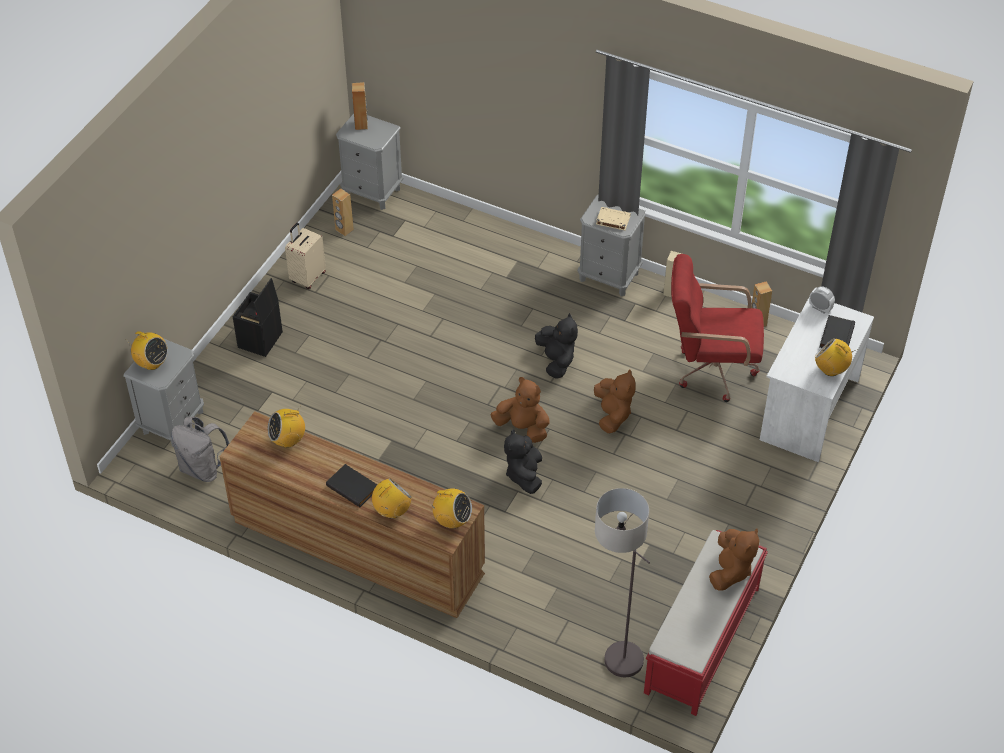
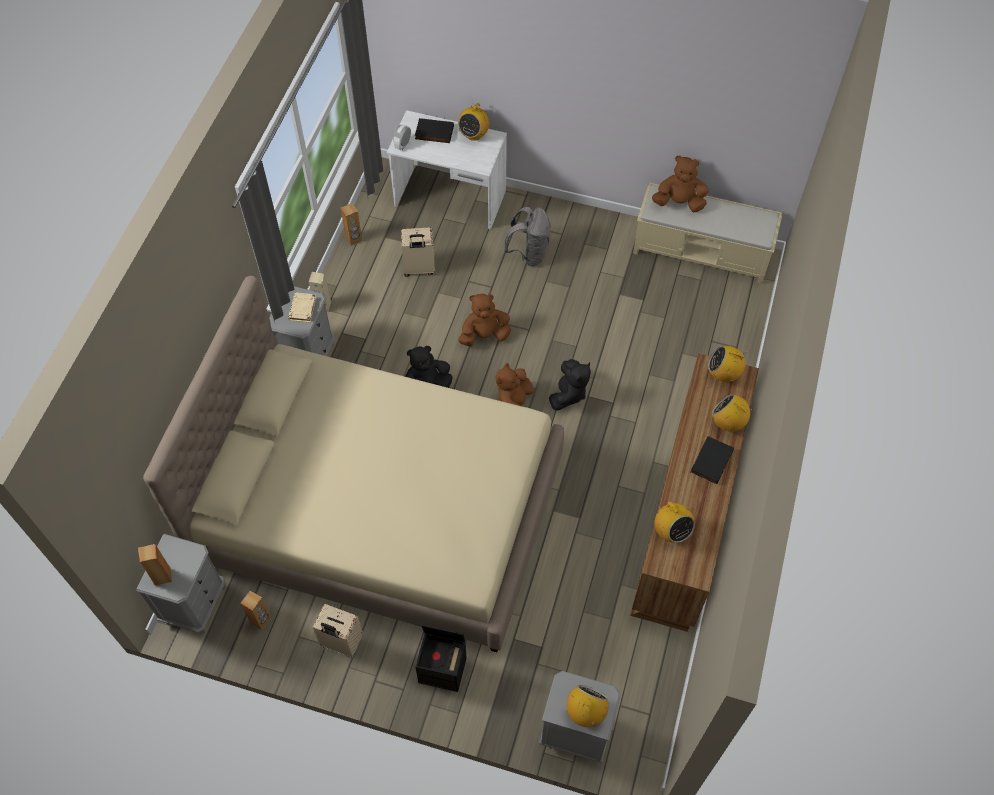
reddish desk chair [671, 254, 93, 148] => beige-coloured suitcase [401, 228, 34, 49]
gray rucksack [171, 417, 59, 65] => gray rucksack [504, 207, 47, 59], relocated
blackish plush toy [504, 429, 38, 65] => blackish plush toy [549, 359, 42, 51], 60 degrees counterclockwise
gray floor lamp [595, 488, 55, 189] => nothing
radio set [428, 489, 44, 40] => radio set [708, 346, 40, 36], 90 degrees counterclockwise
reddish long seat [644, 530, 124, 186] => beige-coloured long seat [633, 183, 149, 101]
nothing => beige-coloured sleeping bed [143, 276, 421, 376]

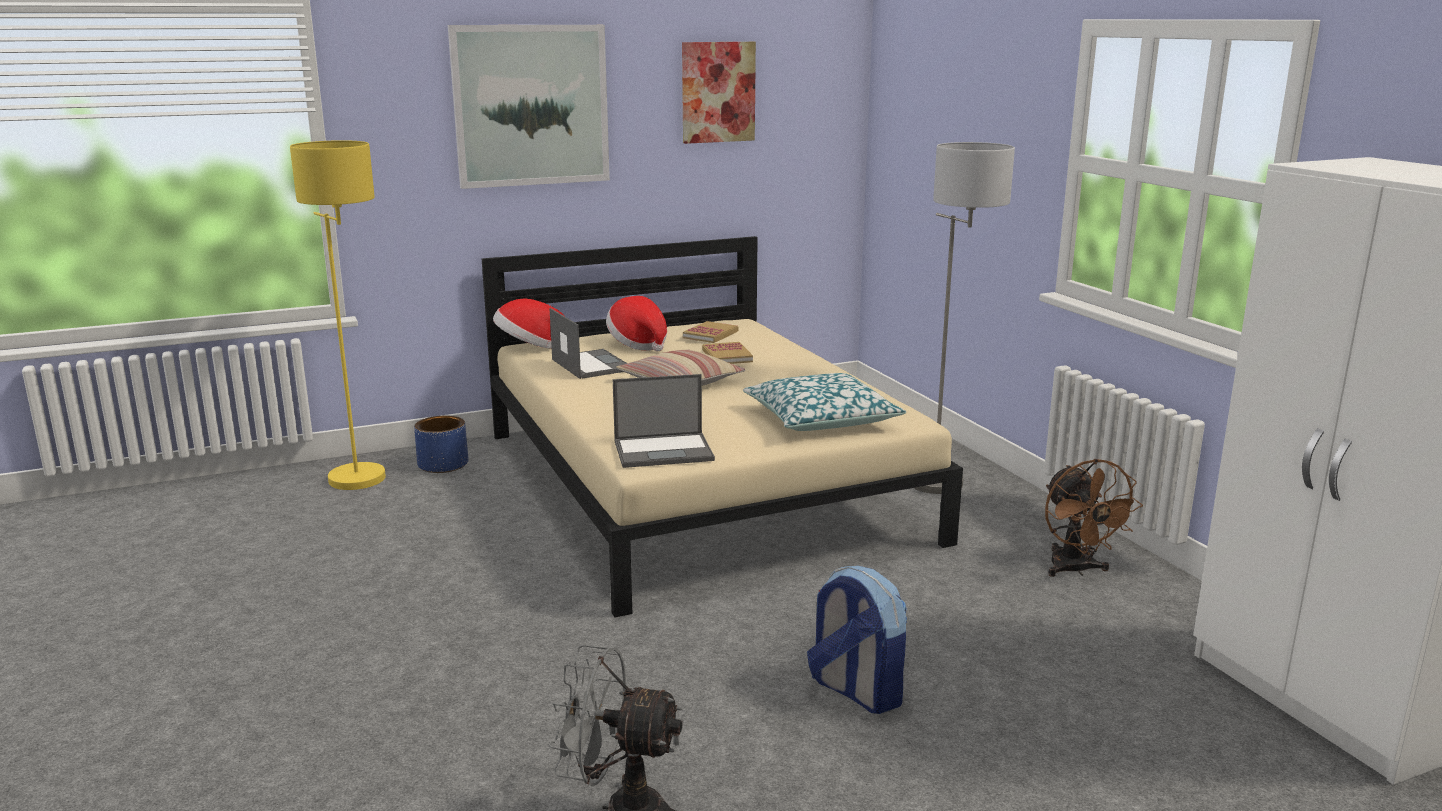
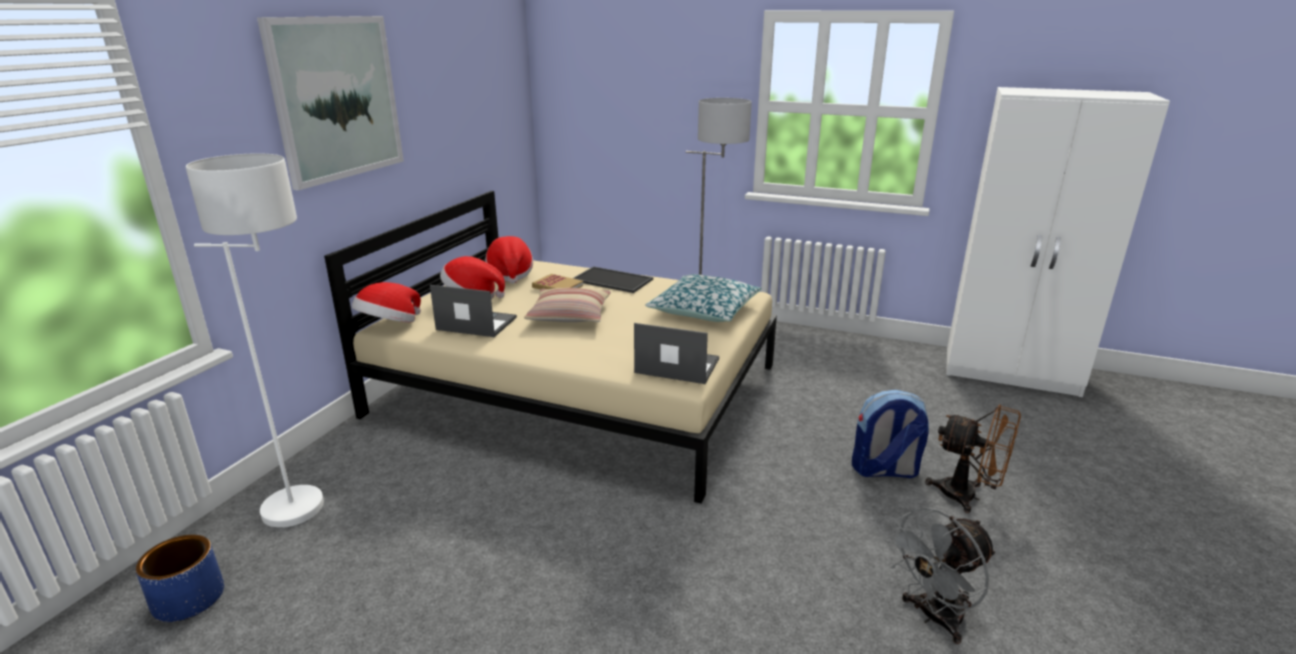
wall picture [682, 42, 74, 102] => nothing
yellow floor lamp [290, 140, 96, 350] => white-coloured floor lamp [186, 153, 138, 374]
book [683, 321, 55, 22] => clothing hat [485, 236, 48, 48]
notebook computer [613, 374, 102, 94] => notebook computer [634, 323, 85, 61], 105 degrees counterclockwise
blue-coloured plant pot [414, 416, 54, 57] => blue-coloured plant pot [135, 534, 89, 88], relocated
brownish cooling fan [1045, 459, 98, 118] => brownish cooling fan [925, 404, 96, 109], relocated
nothing => serving tray [573, 267, 80, 26]

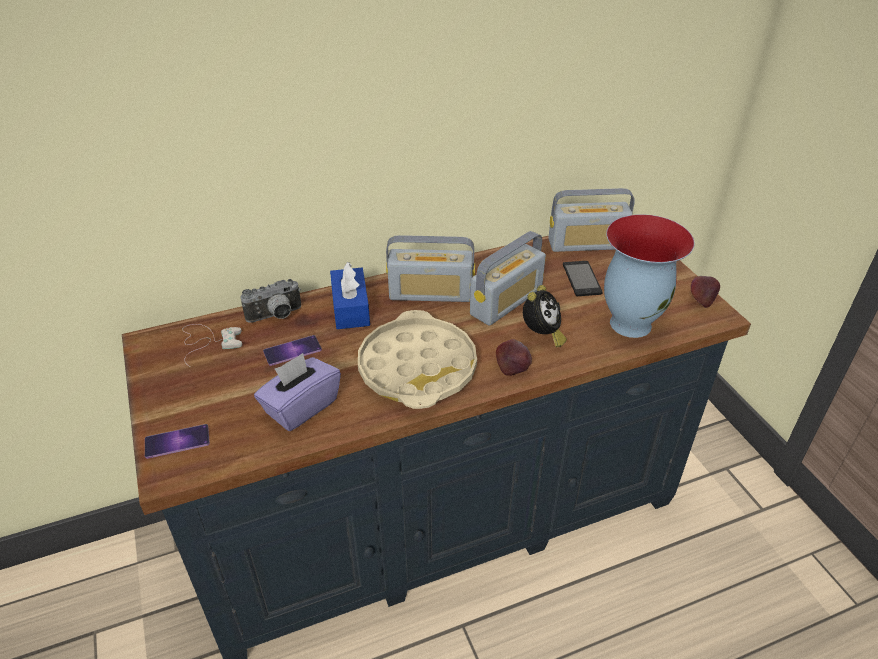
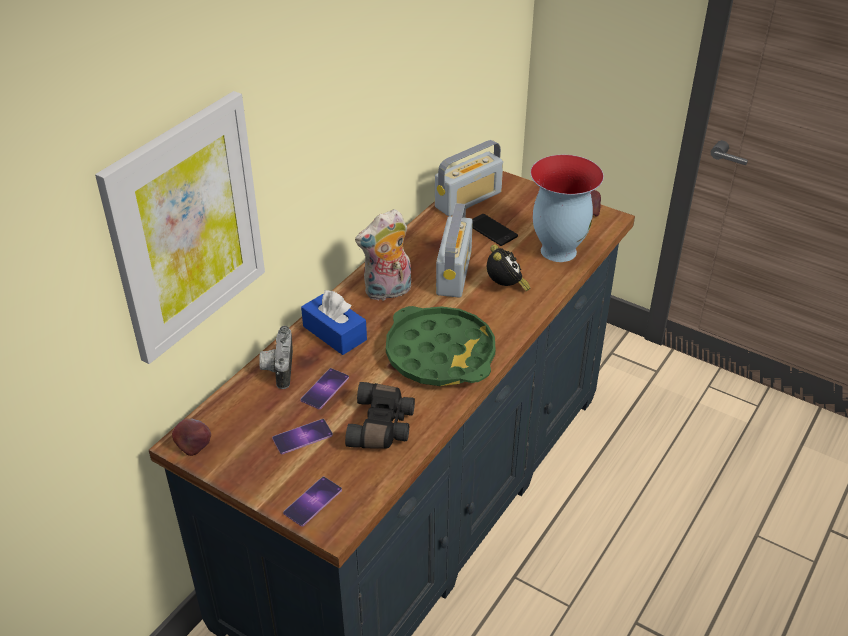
radio set [386, 235, 89, 67] => plush toy [355, 209, 56, 92]
still camera [240, 279, 61, 44] => still camera [259, 326, 34, 63], 150 degrees clockwise
beige-coloured serving tray [358, 310, 119, 99] => green-coloured serving tray [386, 306, 109, 80]
white-coloured gamepad [182, 324, 60, 42] => nothing
apple fruit [496, 339, 36, 37] => apple fruit [172, 419, 39, 37], relocated
purple-coloured tissue box [254, 353, 87, 78] => blackish binoculars [345, 382, 70, 67]
nothing => wall picture [95, 91, 170, 273]
nothing => telephone [272, 419, 61, 35]

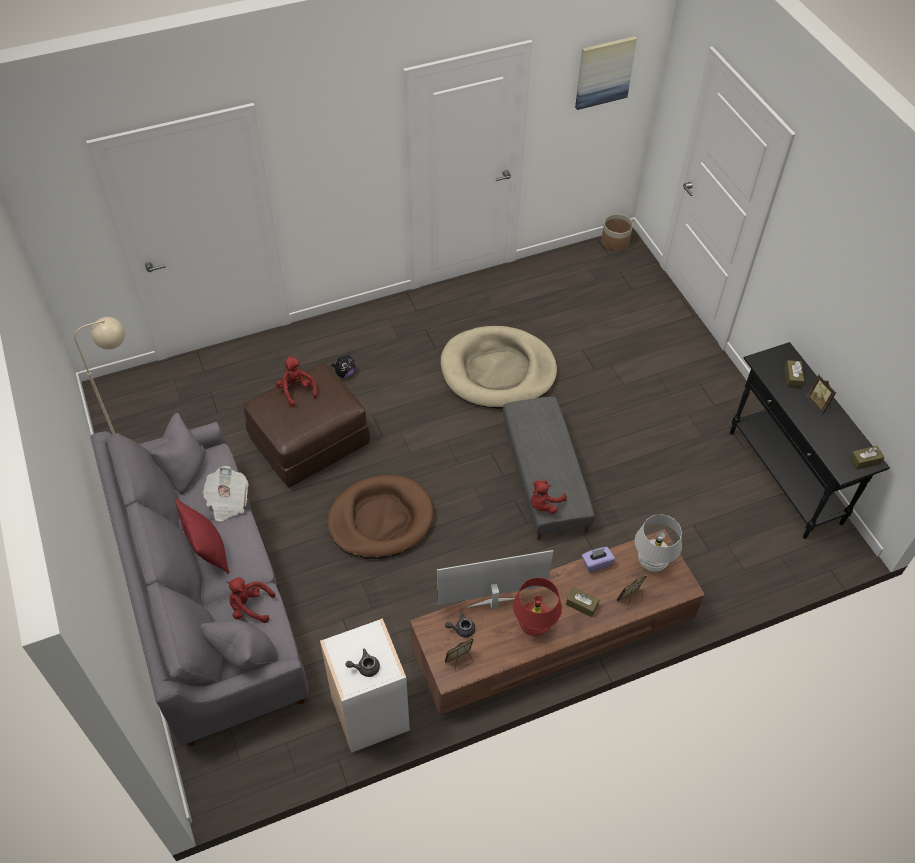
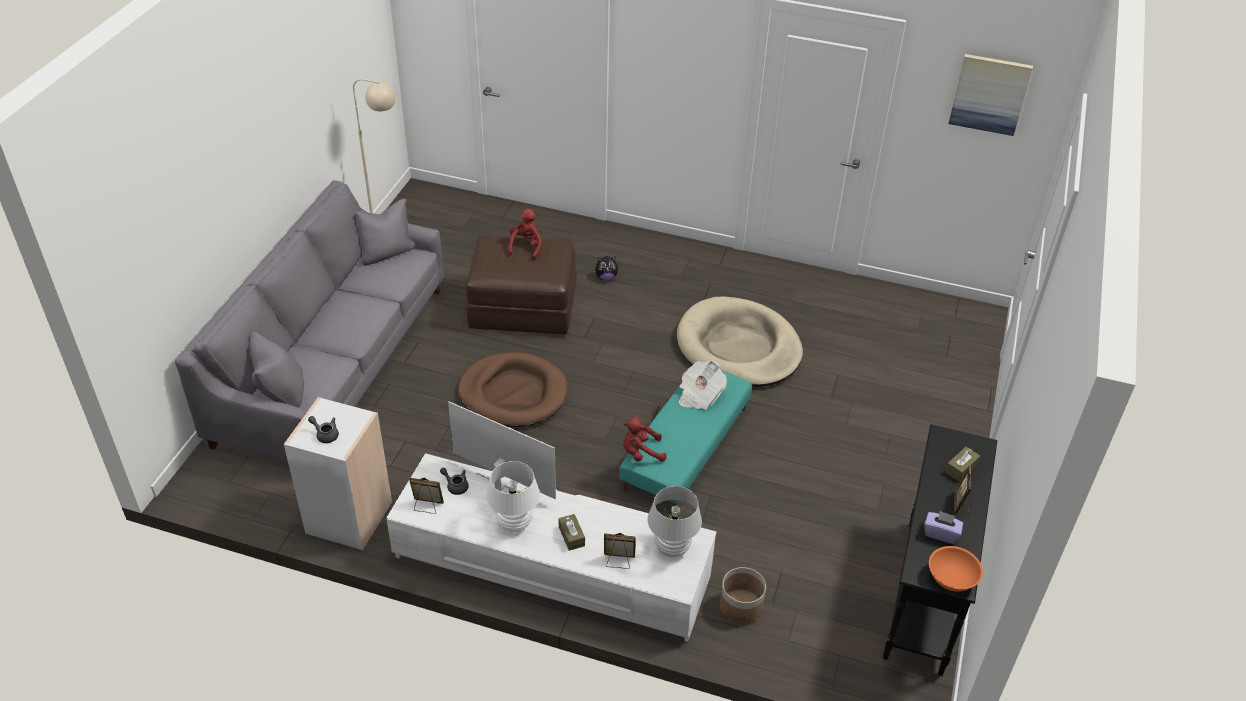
plant pot [601, 214, 32, 37] => plant pot [720, 567, 46, 57], relocated
gray pouffe [503, 396, 92, 144] => turquoise-coloured pouffe [619, 370, 133, 136]
brownish tissue box [849, 446, 35, 24] => orangey serving bowl [929, 546, 54, 46]
daily paper [202, 466, 47, 56] => daily paper [679, 360, 48, 50], relocated
reddish cushion [175, 498, 55, 76] => nothing
brownish tv unit [410, 529, 294, 187] => white-coloured tv unit [386, 453, 331, 189]
purple-coloured tissue box [582, 547, 33, 26] => purple-coloured tissue box [924, 511, 39, 33], relocated
reddish plush toy [227, 577, 48, 46] => nothing
reddish tabletop lamp [513, 577, 49, 59] => white-coloured tabletop lamp [486, 461, 54, 71]

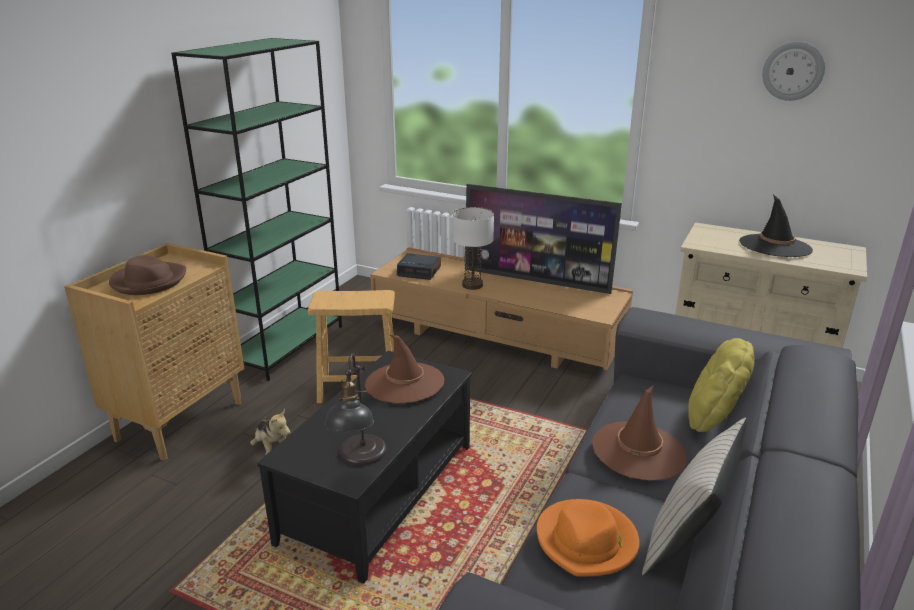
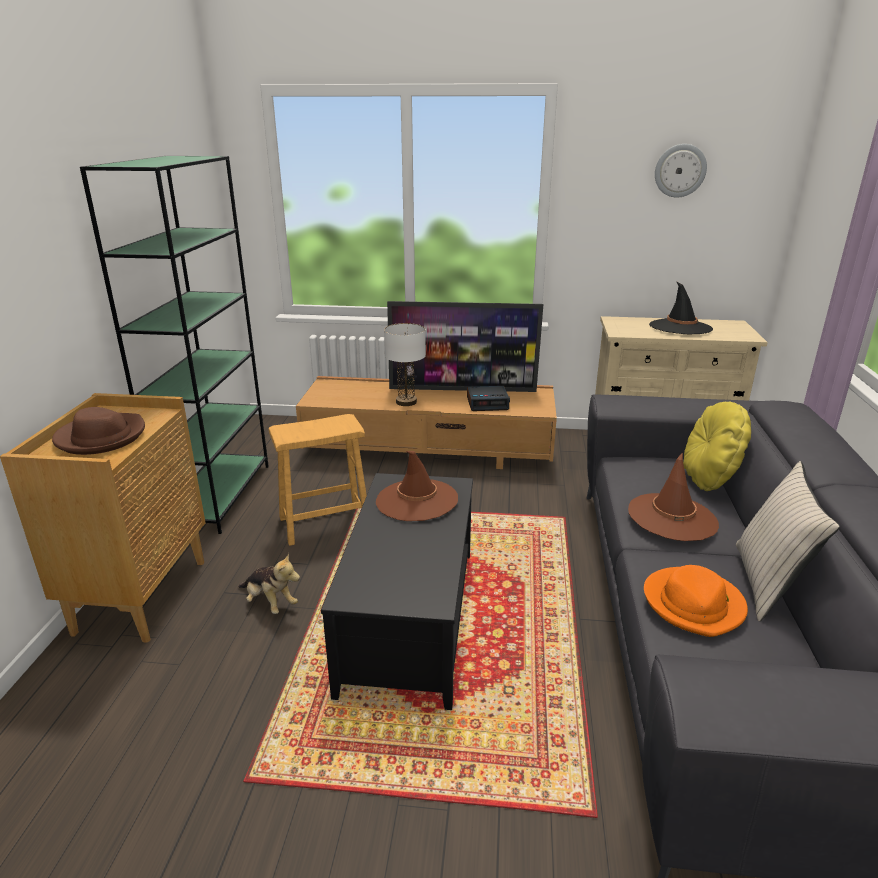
table clock [397, 253, 44, 27] => table clock [467, 386, 43, 25], relocated
gray tabletop lamp [324, 353, 63, 113] => nothing

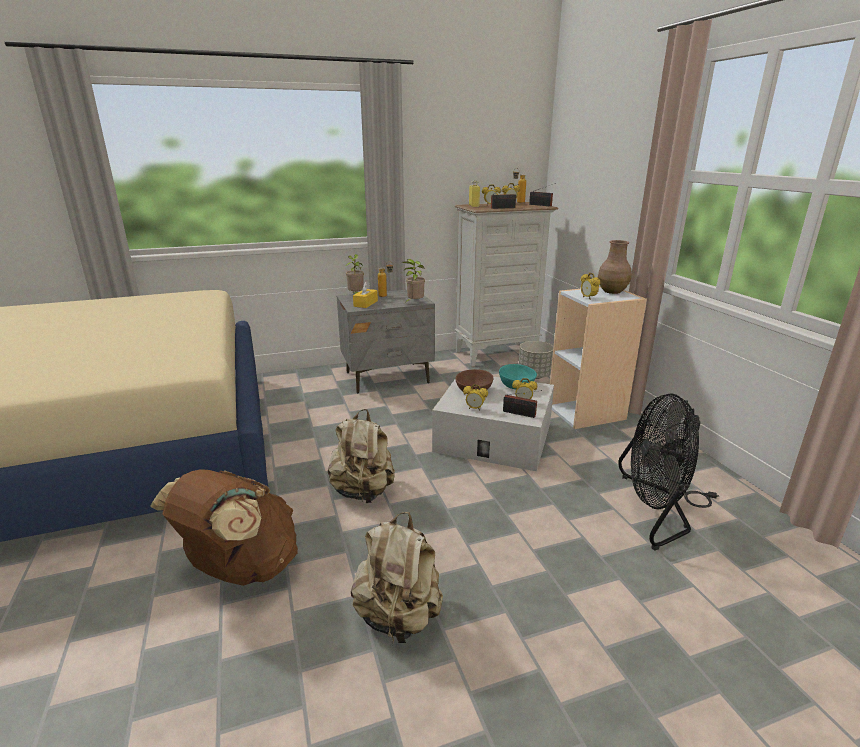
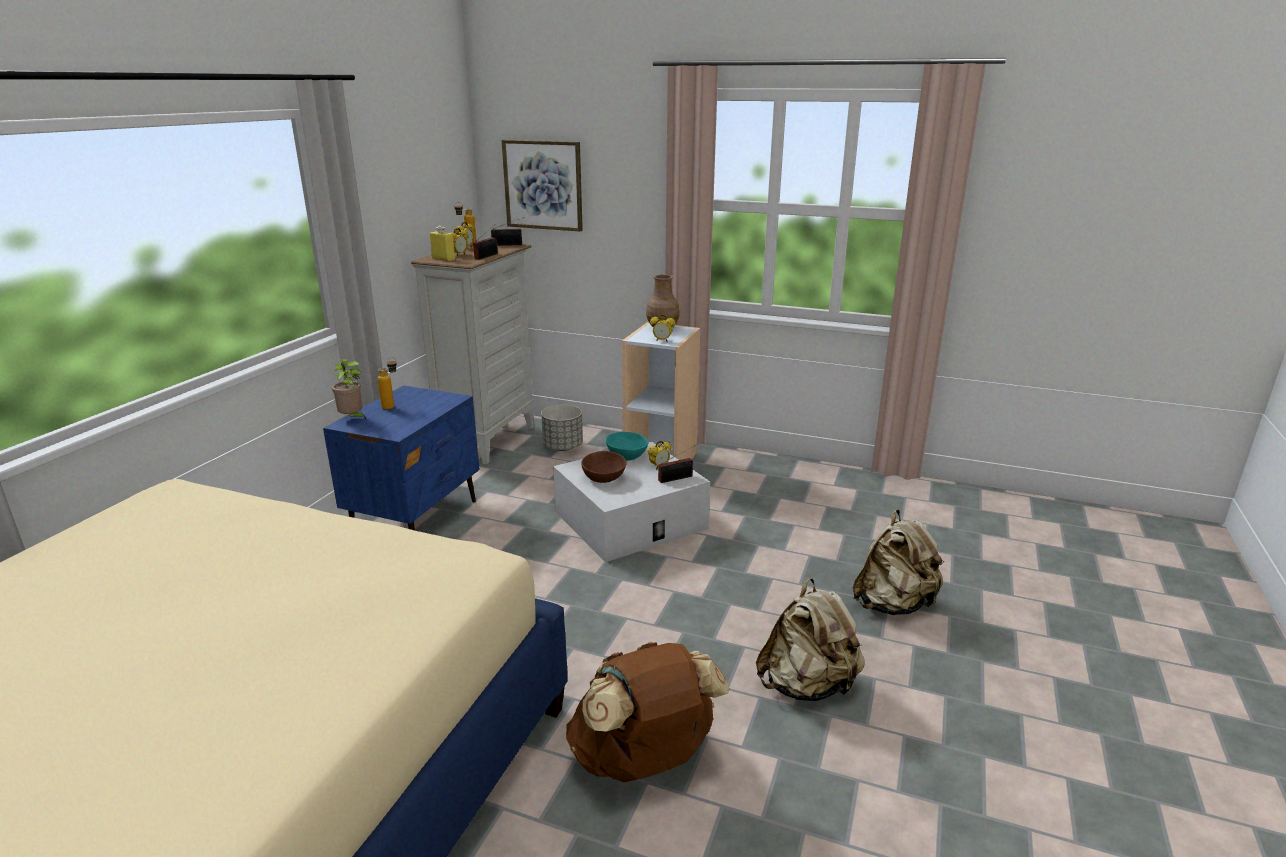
plant in a pot [402, 259, 23, 44] => nothing
yellow tissue box [353, 282, 25, 26] => nothing
gray nightstand [337, 290, 98, 103] => blue-coloured nightstand [323, 385, 157, 145]
table clock [463, 384, 25, 27] => nothing
blackish cooling fan [618, 394, 100, 157] => nothing
beige-coloured rucksack [328, 409, 67, 95] => beige-coloured rucksack [853, 509, 92, 106], relocated
nothing => wall picture [502, 140, 81, 92]

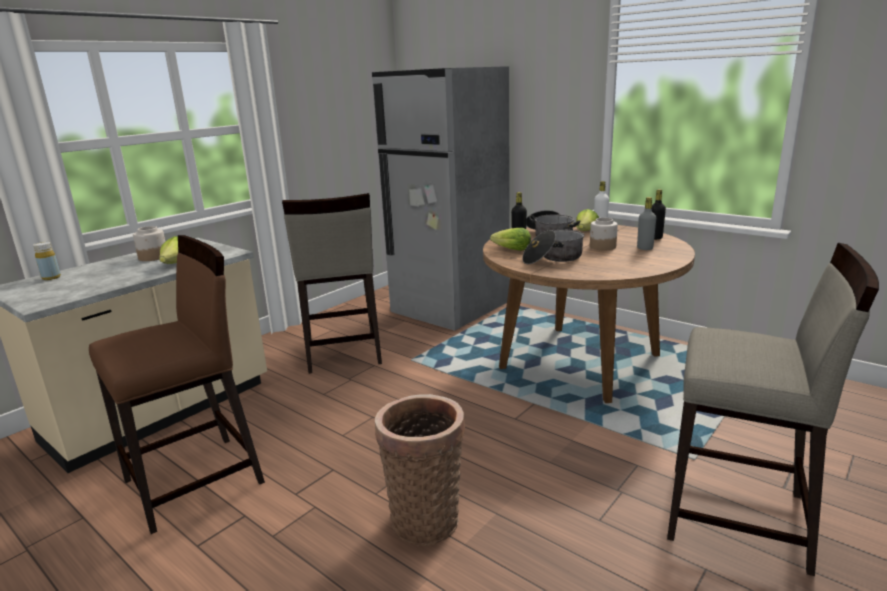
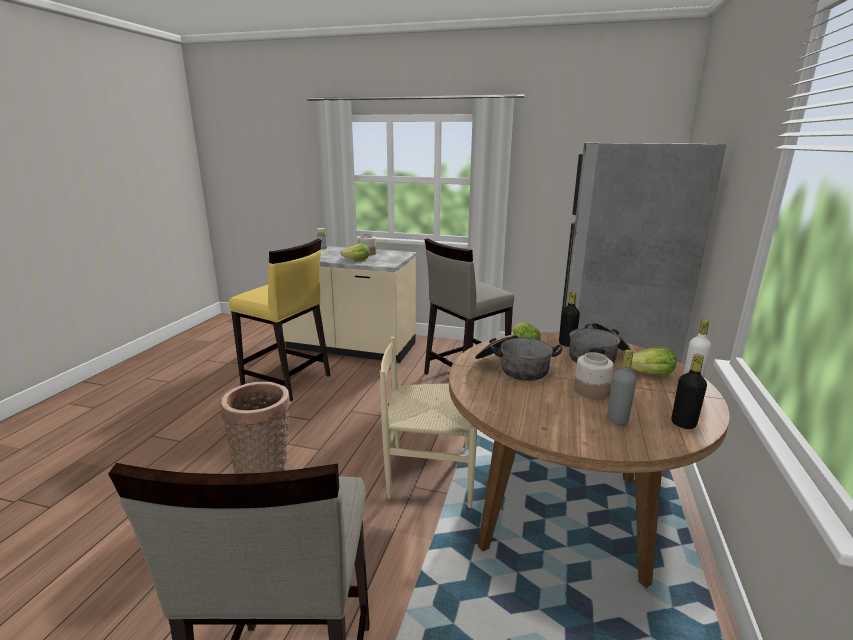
brownish stool seat [89, 235, 176, 299] => yellow stool seat [229, 239, 102, 162]
nothing => beige-coloured plain chair [380, 337, 97, 171]

